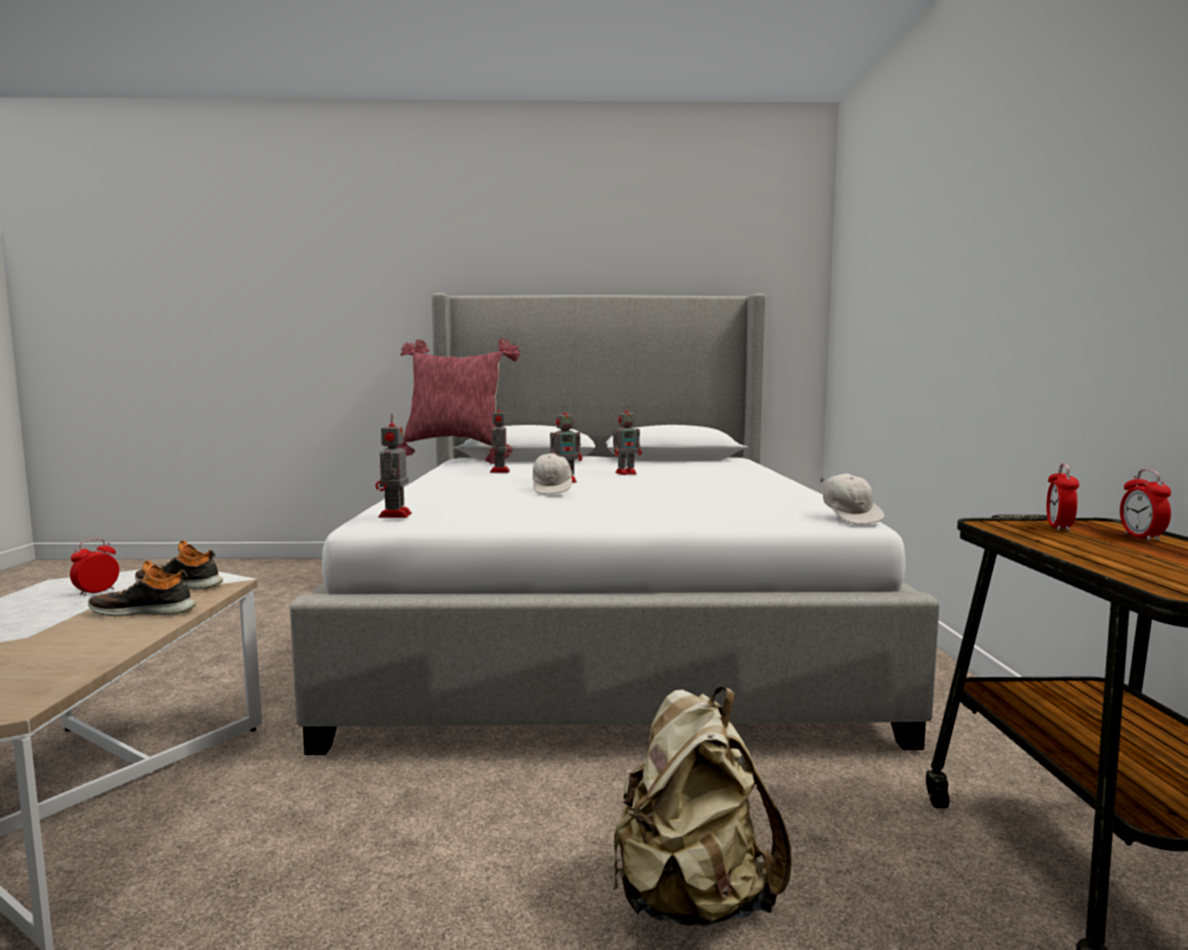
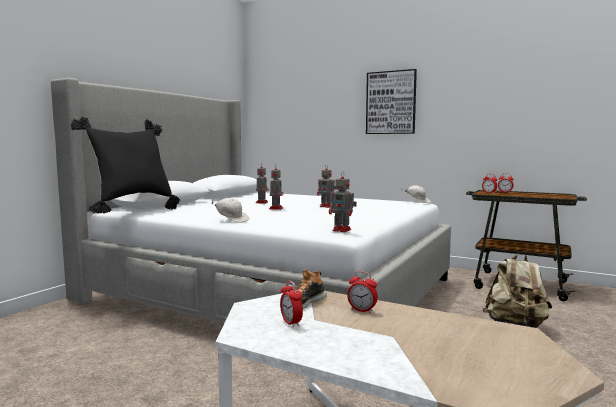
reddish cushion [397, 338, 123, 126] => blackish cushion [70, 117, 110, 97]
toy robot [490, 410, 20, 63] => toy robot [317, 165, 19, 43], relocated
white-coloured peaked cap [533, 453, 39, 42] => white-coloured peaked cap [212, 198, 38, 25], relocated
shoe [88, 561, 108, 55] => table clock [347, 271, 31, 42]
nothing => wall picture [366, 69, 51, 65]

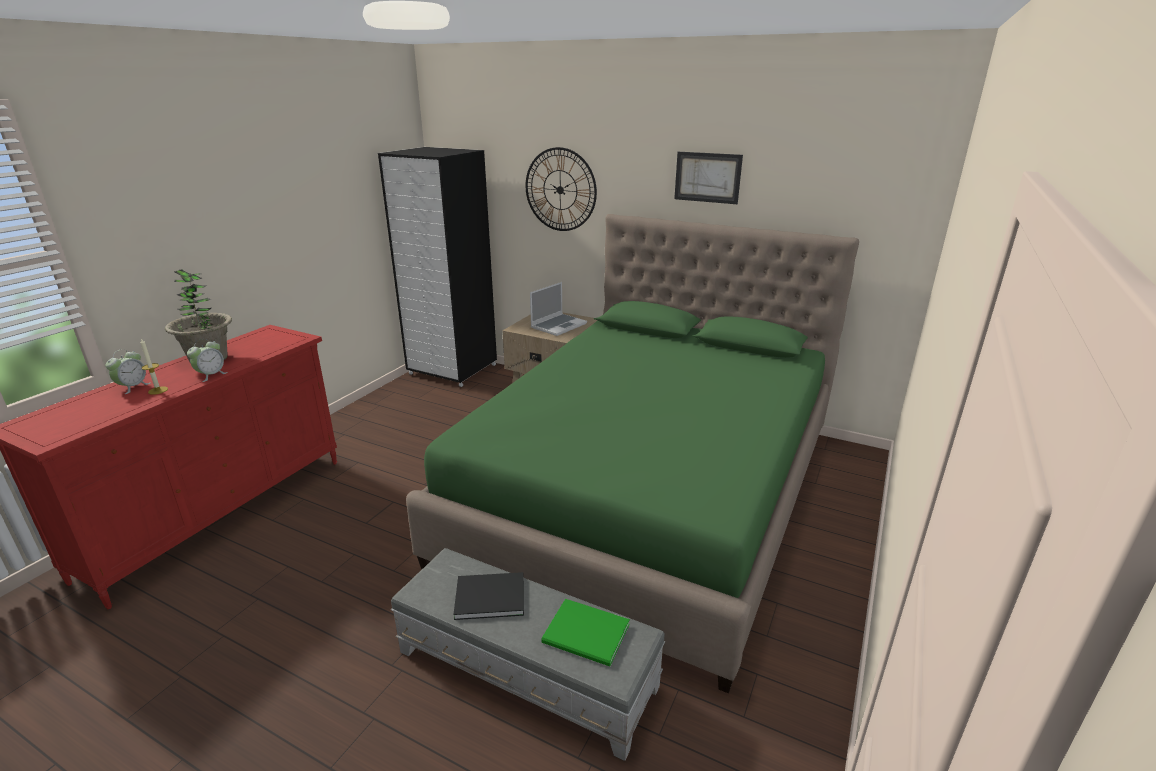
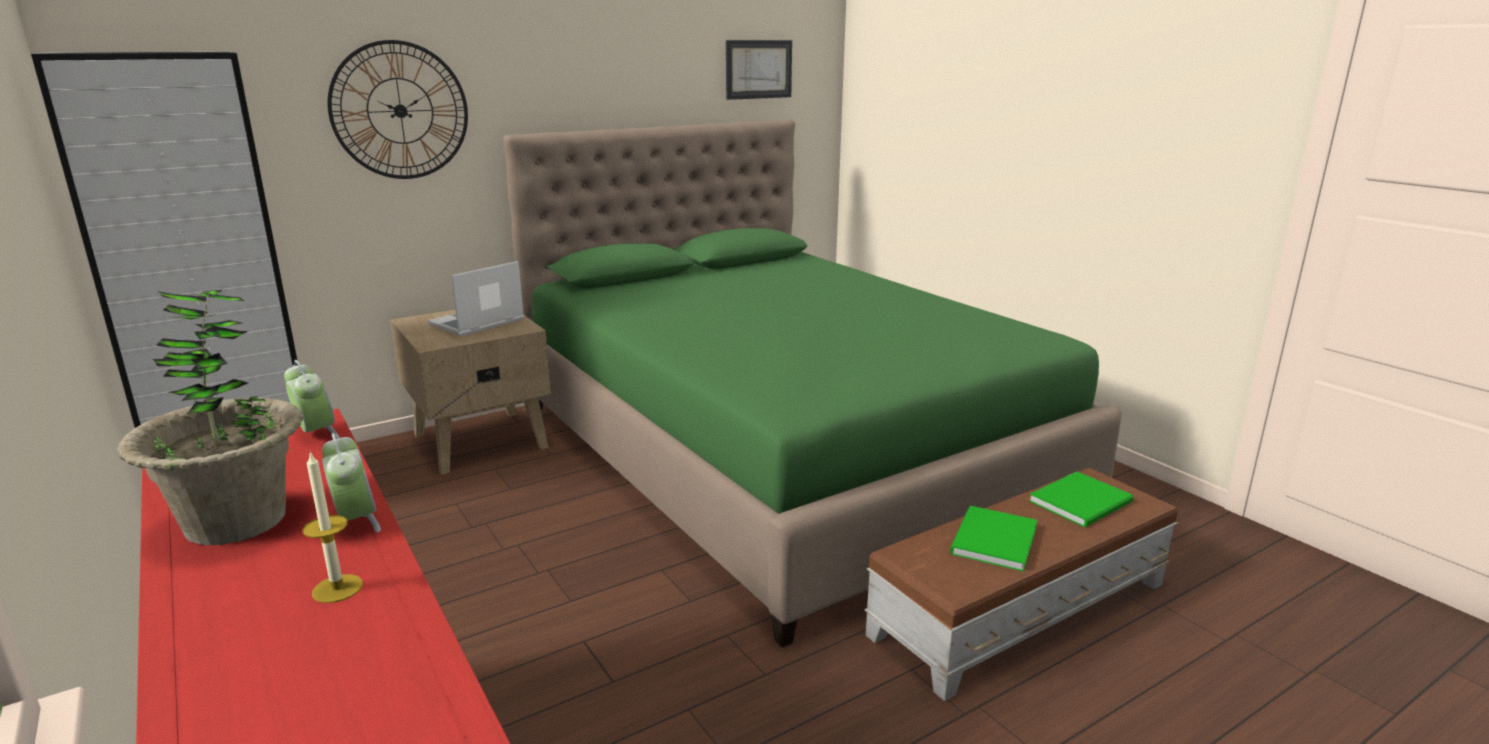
wall picture [674, 152, 69, 52] => wall picture [726, 40, 66, 60], relocated
notebook computer [530, 282, 57, 54] => notebook computer [428, 261, 96, 75], 120 degrees counterclockwise
table clock [105, 349, 45, 45] => table clock [284, 360, 56, 78], relocated
gray pouffe [391, 548, 274, 213] => brownish pouffe [864, 468, 314, 233]
blackish book [453, 572, 71, 48] => green-coloured book [950, 506, 88, 66]

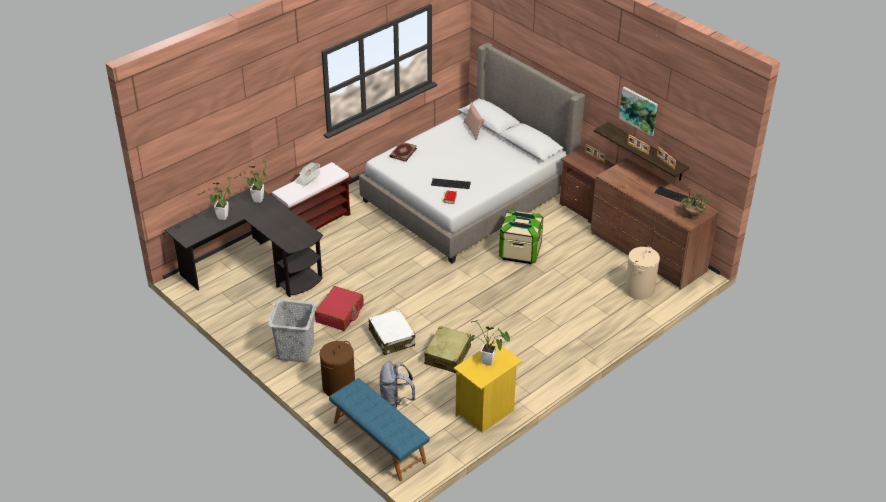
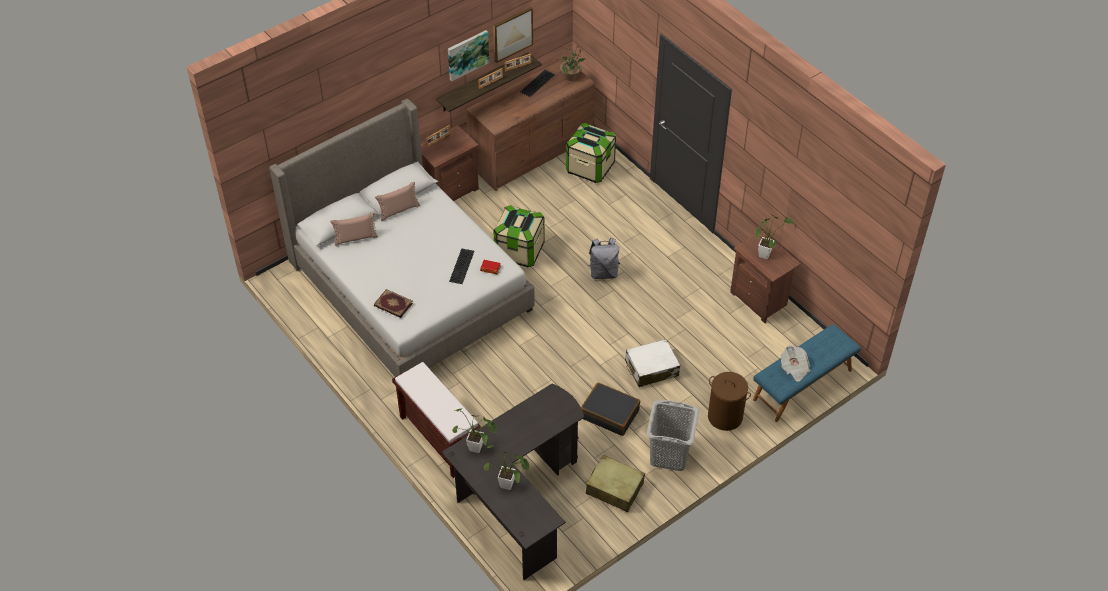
daily paper [294, 163, 26, 23] => daily paper [781, 345, 30, 37], relocated
beige-coloured washing basket [625, 247, 35, 53] => storage container [566, 123, 50, 60]
reddish suitcase [315, 286, 49, 45] => blackish suitcase [581, 382, 59, 54]
beige-coloured suitcase [424, 326, 47, 47] => beige-coloured suitcase [586, 455, 59, 57], relocated
yellow nightstand [454, 341, 68, 92] => brownish nightstand [730, 231, 71, 92]
gray rucksack [380, 361, 35, 47] => gray rucksack [588, 238, 32, 41], relocated
nothing => wall picture [493, 7, 40, 56]
nothing => beige-coloured cushion [375, 182, 45, 39]

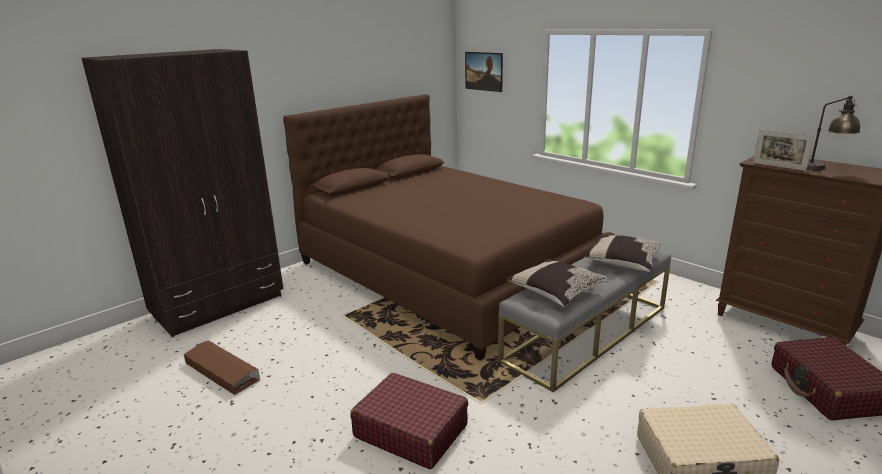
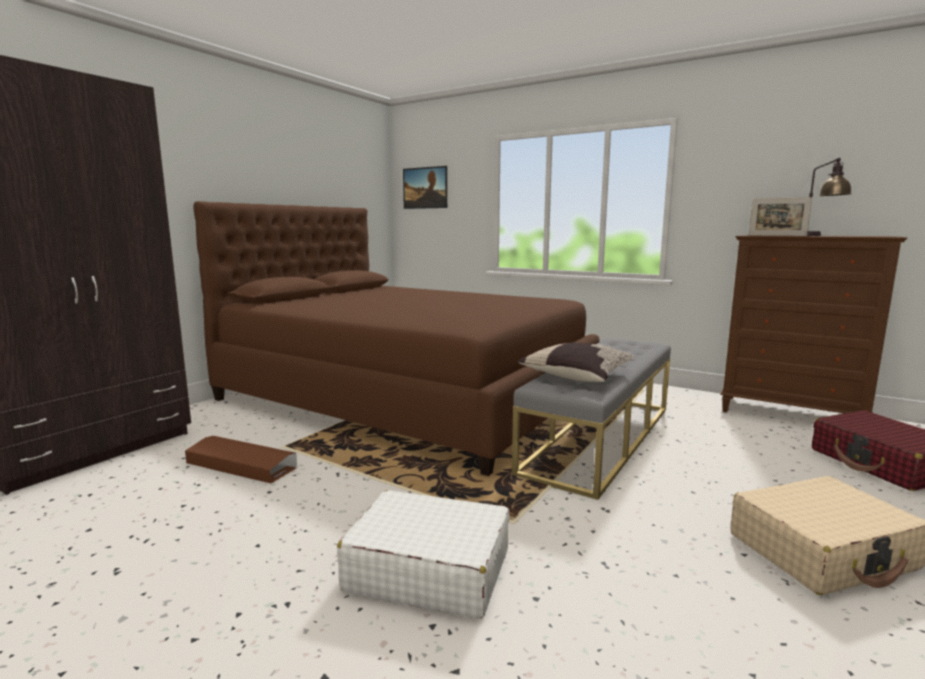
cushion [584, 235, 78, 37] => nothing
brownish storage container [184, 340, 76, 55] => brownish storage container [185, 436, 112, 47], relocated
reddish suitcase [350, 373, 118, 96] => white-coloured suitcase [337, 490, 173, 129]

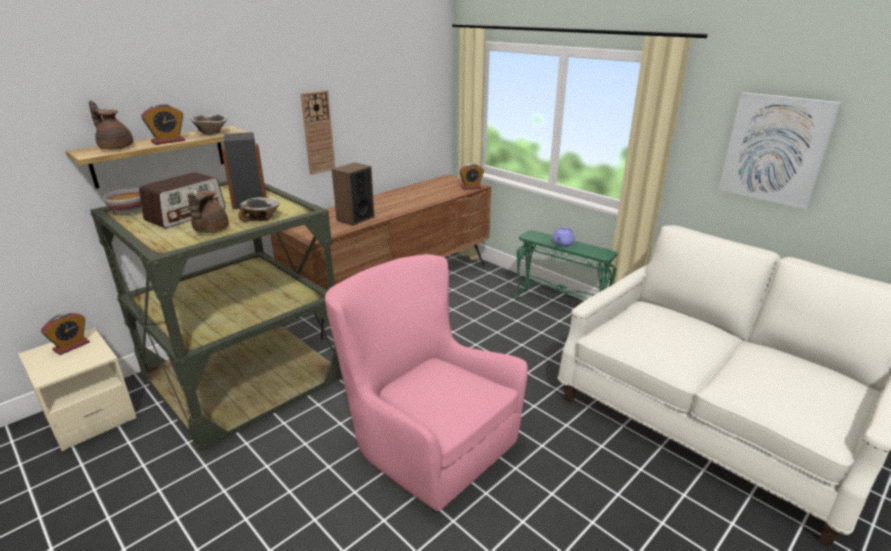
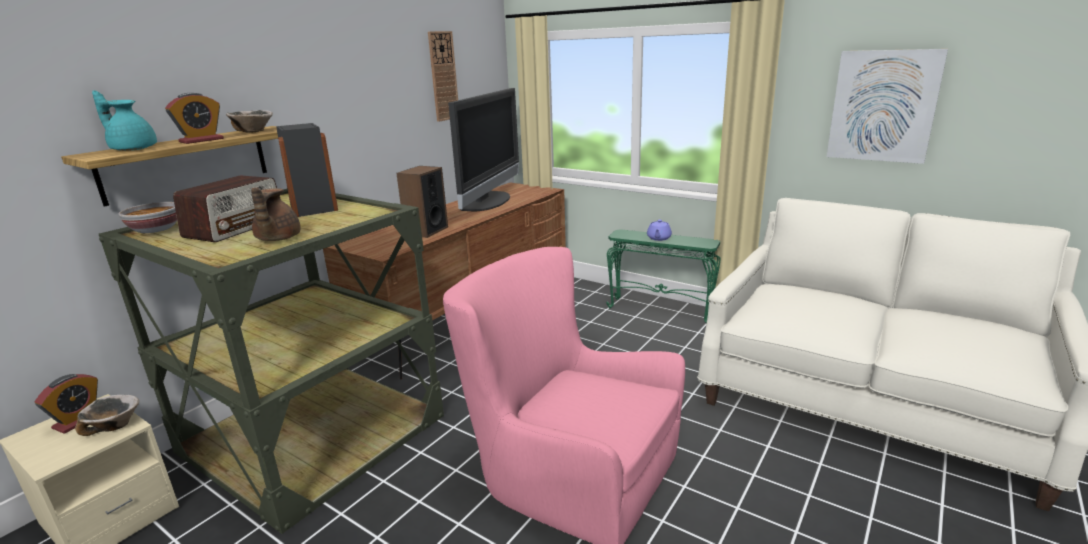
clock on the wall [301, 90, 34, 85] => clock on the wall [428, 31, 30, 91], relocated
brownish teapot [89, 101, 44, 49] => turquoise-coloured teapot [92, 90, 65, 61]
table clock [459, 164, 25, 26] => nothing
serving bowl [238, 198, 42, 24] => serving bowl [75, 395, 64, 41], relocated
nothing => TV set [448, 88, 71, 123]

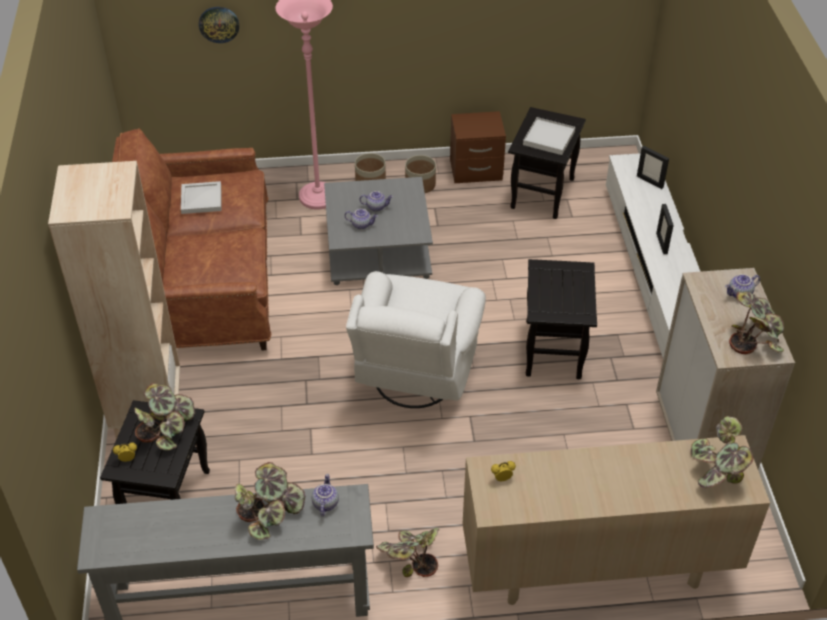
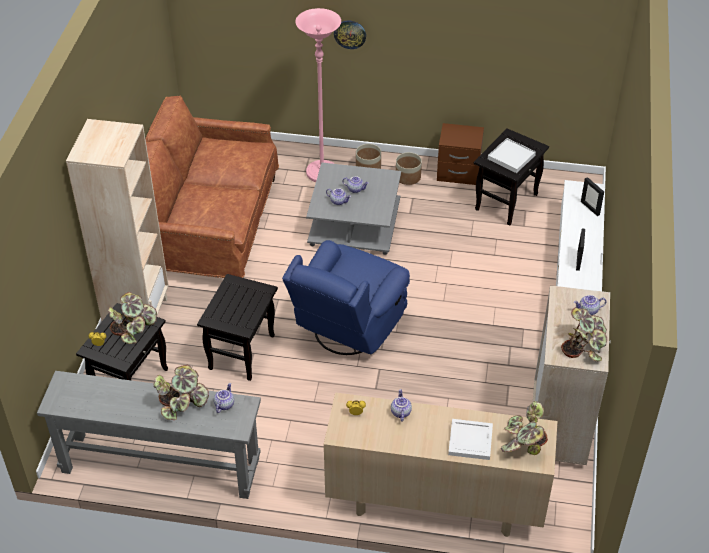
clock on the wall [199, 7, 40, 36] => clock on the wall [334, 20, 32, 29], relocated
white-coloured serving tray [181, 181, 41, 33] => white-coloured serving tray [448, 419, 45, 41], relocated
blackish accent table [526, 259, 71, 120] => blackish accent table [197, 274, 81, 107], relocated
white-coloured easy chair [346, 271, 140, 137] => blue-coloured easy chair [283, 240, 127, 115]
plant in a pot [376, 528, 64, 49] => nothing
nothing => teapot [391, 389, 21, 33]

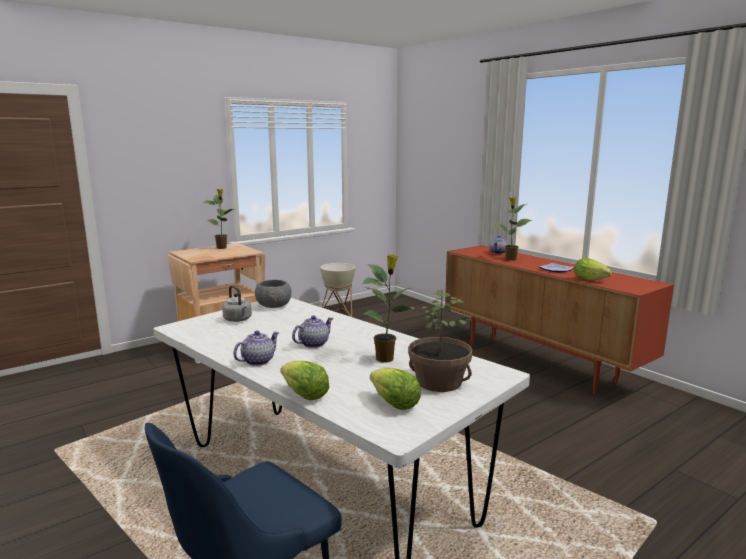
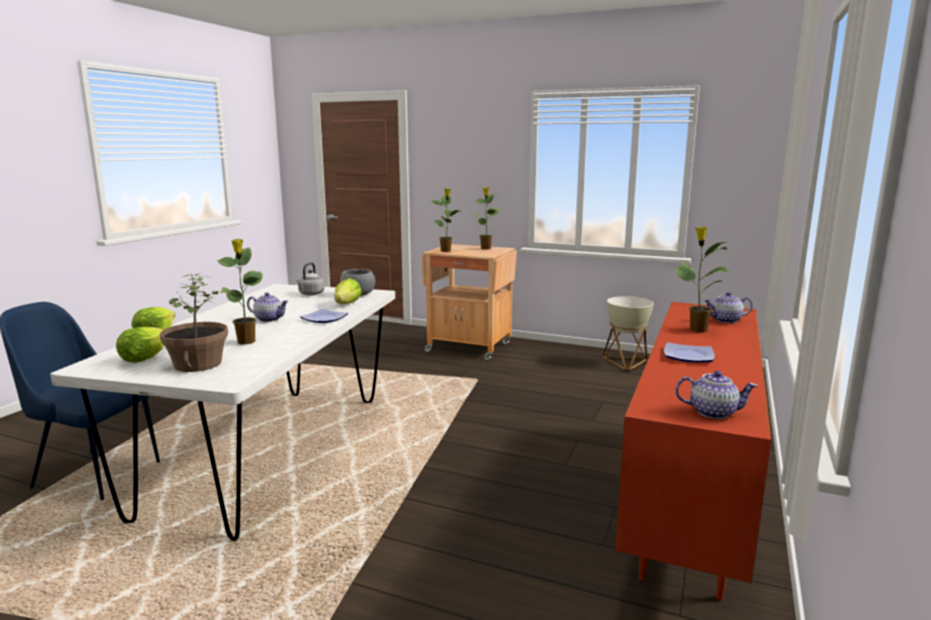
lettuce head [574, 258, 38, 23] => lettuce head [334, 278, 28, 26], relocated
teapot [233, 331, 47, 35] => teapot [675, 371, 83, 48], relocated
nothing => plant in a pot [431, 188, 28, 64]
nothing => plate [300, 309, 48, 14]

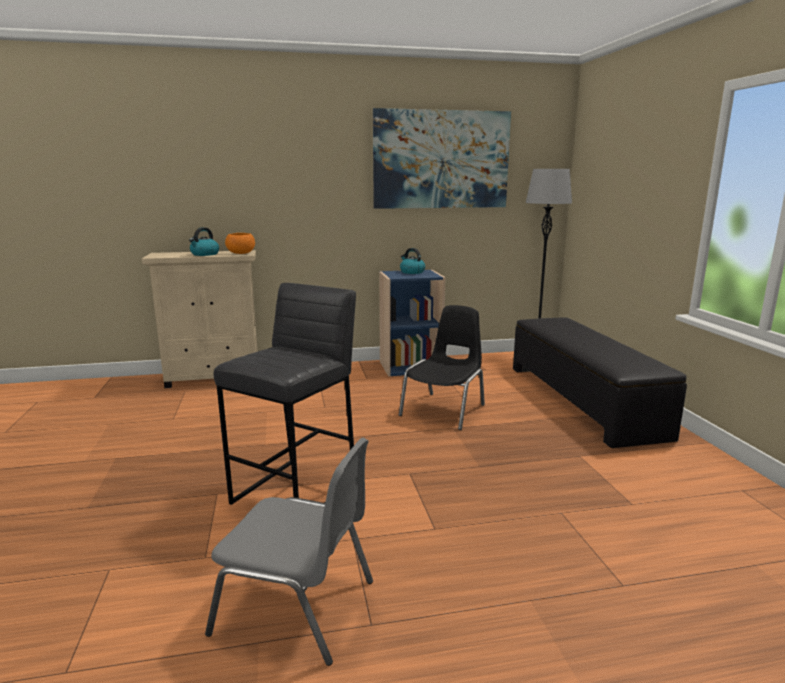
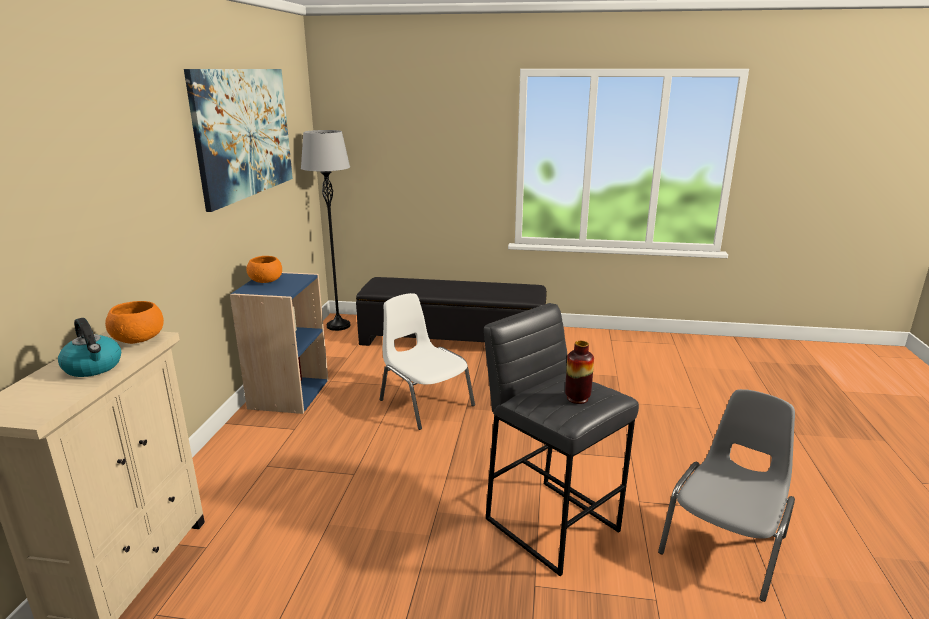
kettle [400, 248, 25, 26] => orangey serving bowl [247, 256, 35, 27]
blackish plain chair [399, 305, 86, 125] => white-coloured plain chair [380, 293, 95, 137]
nothing => flower vase [565, 341, 29, 63]

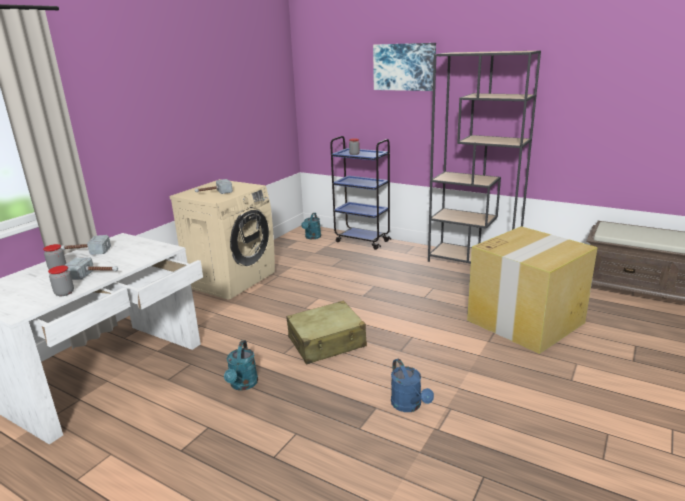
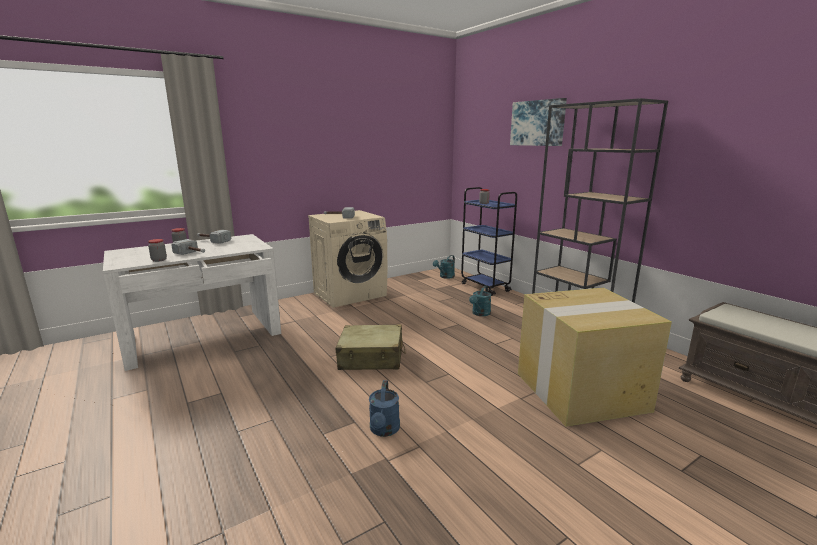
turquoise-coloured sprinkling can [224, 340, 34, 51] => turquoise-coloured sprinkling can [469, 286, 22, 30], relocated

